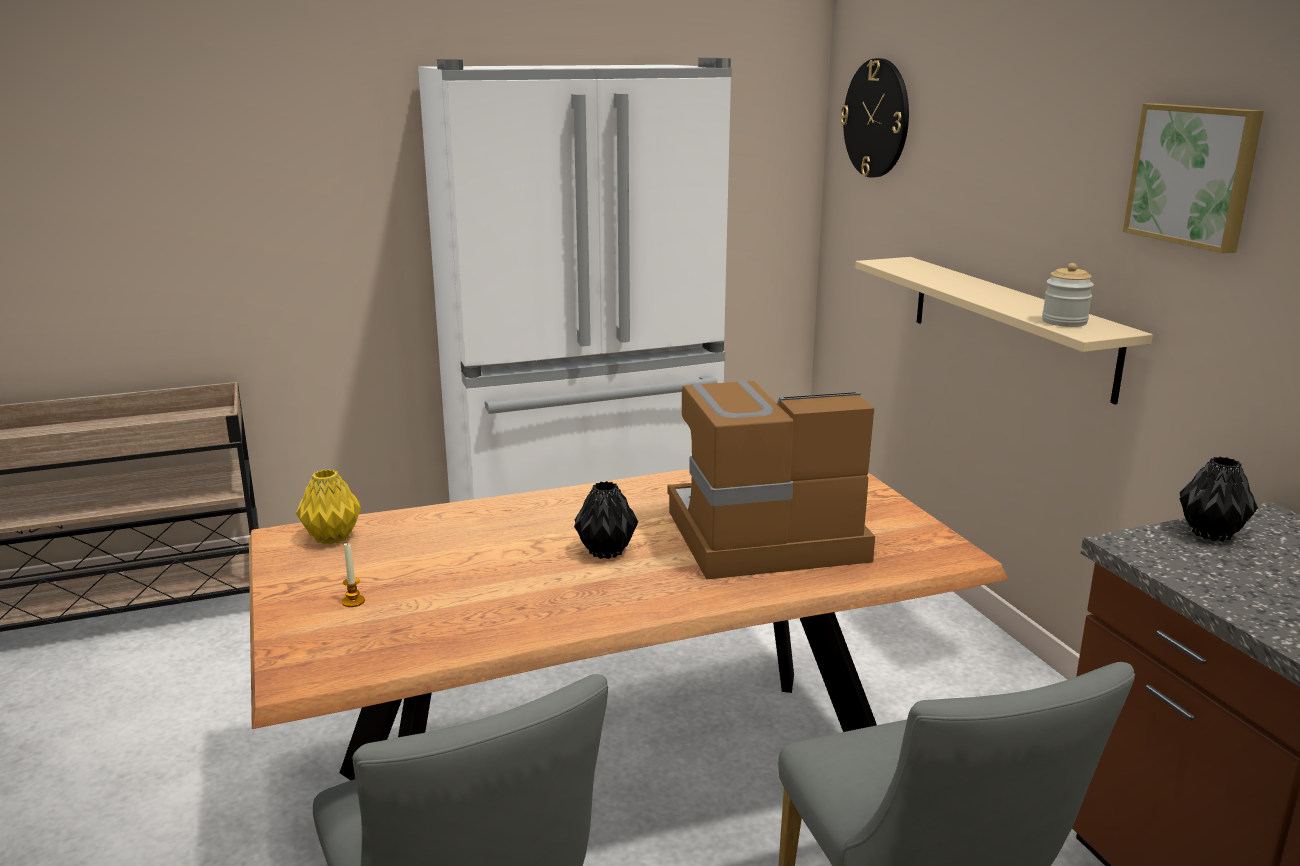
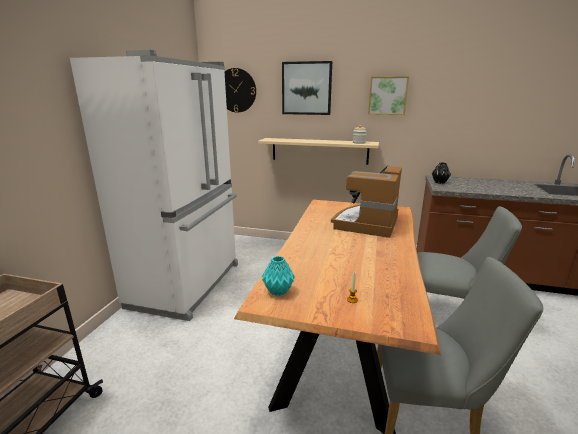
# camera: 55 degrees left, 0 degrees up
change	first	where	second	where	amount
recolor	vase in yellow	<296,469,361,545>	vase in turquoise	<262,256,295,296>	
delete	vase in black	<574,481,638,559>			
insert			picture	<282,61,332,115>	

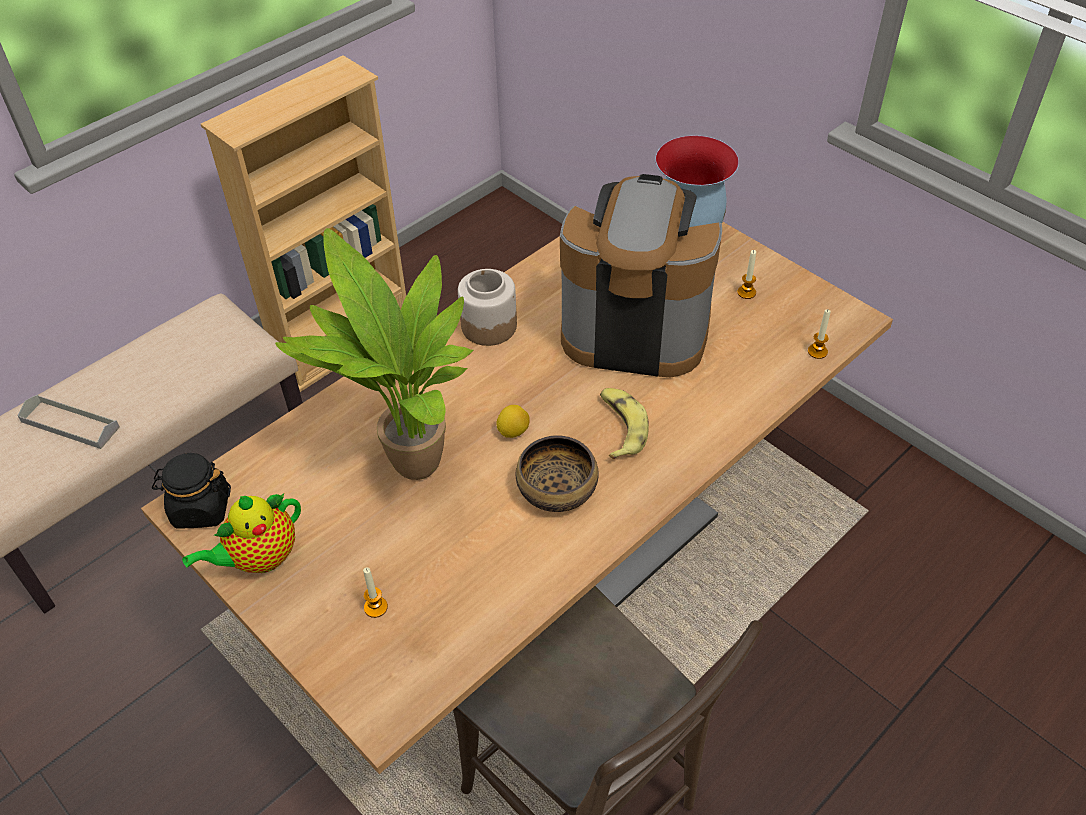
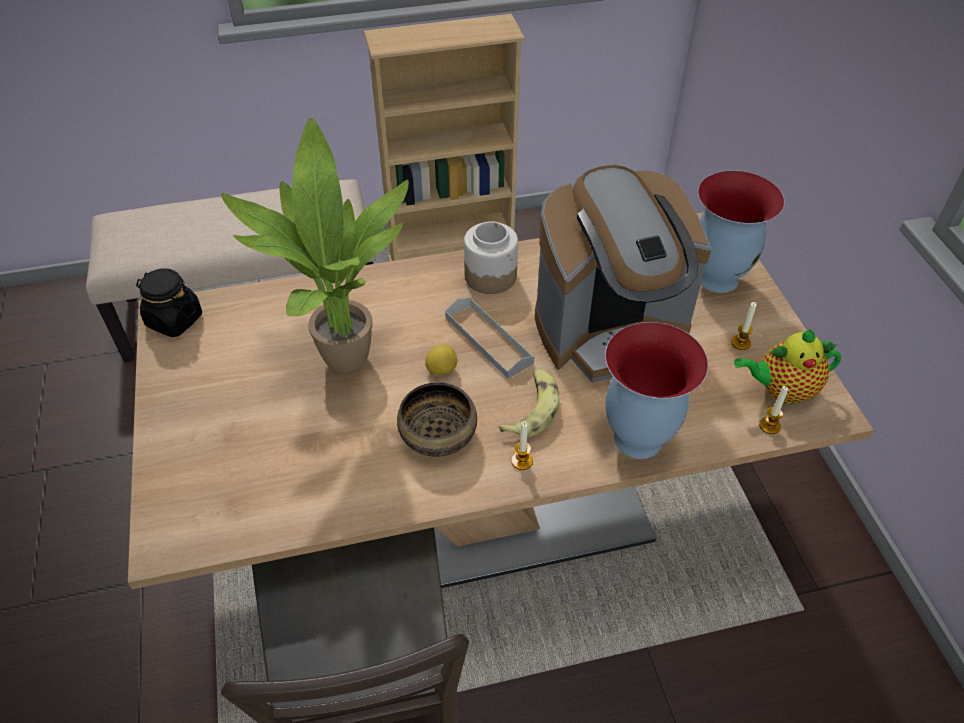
# camera: 30 degrees right, 0 degrees up
change	first	where	second	where	amount
move	tray in grey	<18,395,120,449>		<445,297,534,379>	
move	teapot	<182,493,301,573>		<734,329,841,404>	
move	candle	<363,567,388,618>		<511,421,533,470>	
rotate	coffee machine	<560,174,722,377>		<535,165,712,382>	120 degrees clockwise
insert			vase	<605,322,708,459>	

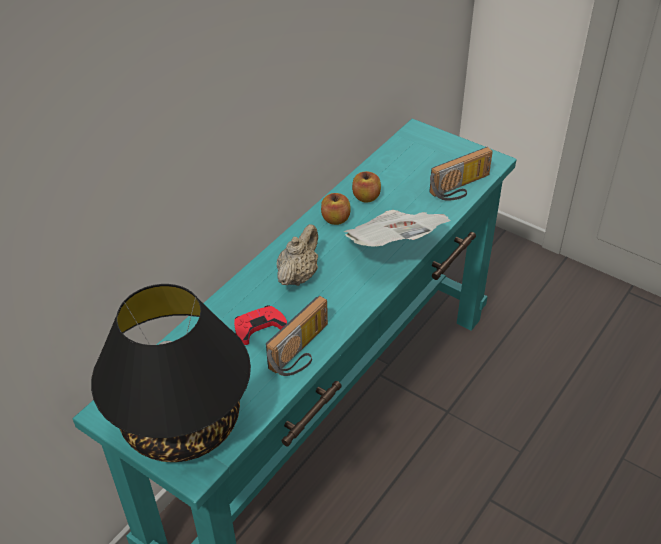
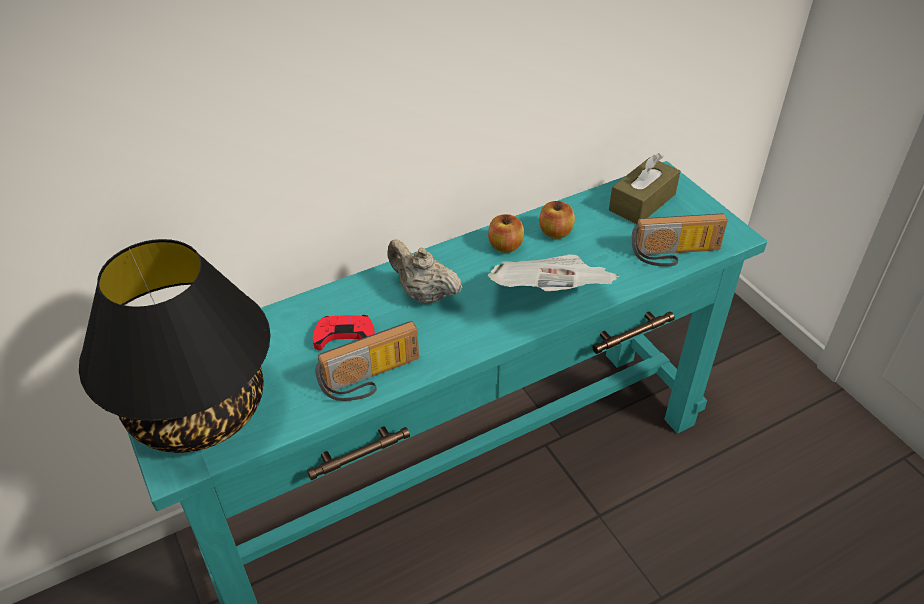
# camera: 25 degrees right, 0 degrees up
change	first	where	second	where	amount
rotate	teapot in beige	<277,224,318,286>		<387,239,462,305>	105 degrees counterclockwise
insert			tissue box in brown	<609,153,680,224>	

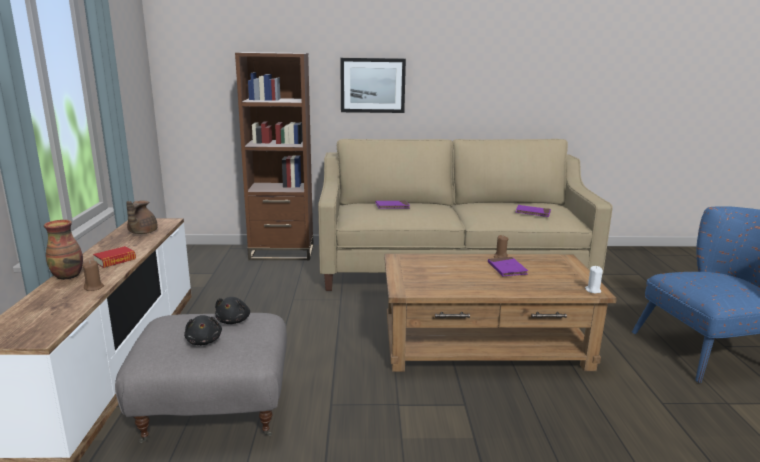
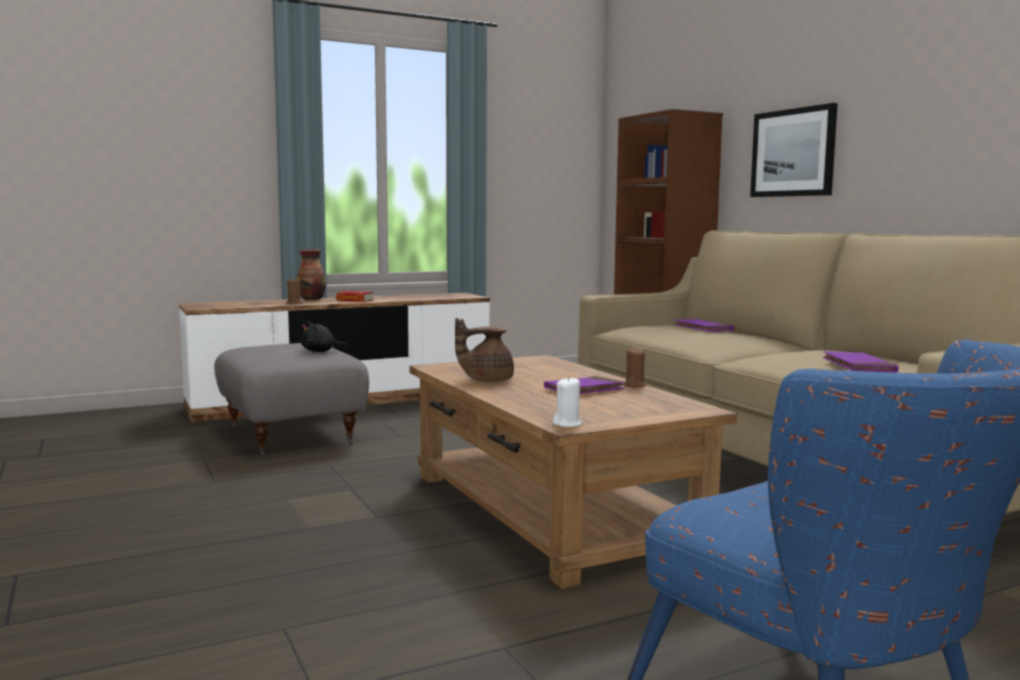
# camera: 65 degrees right, 10 degrees down
change	first	where	second	where	amount
move	teapot in brown	<126,201,158,234>		<455,318,514,382>	
delete	plush toy in black	<184,315,222,345>			

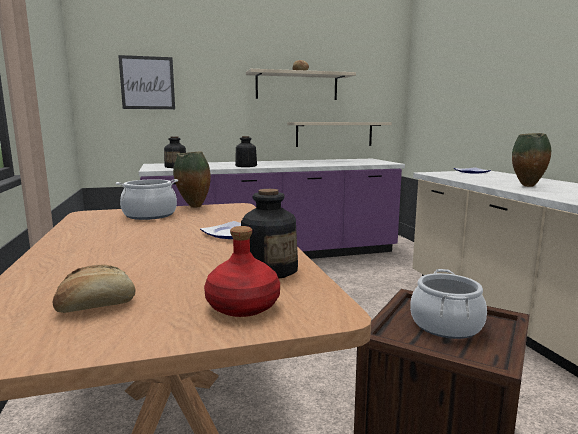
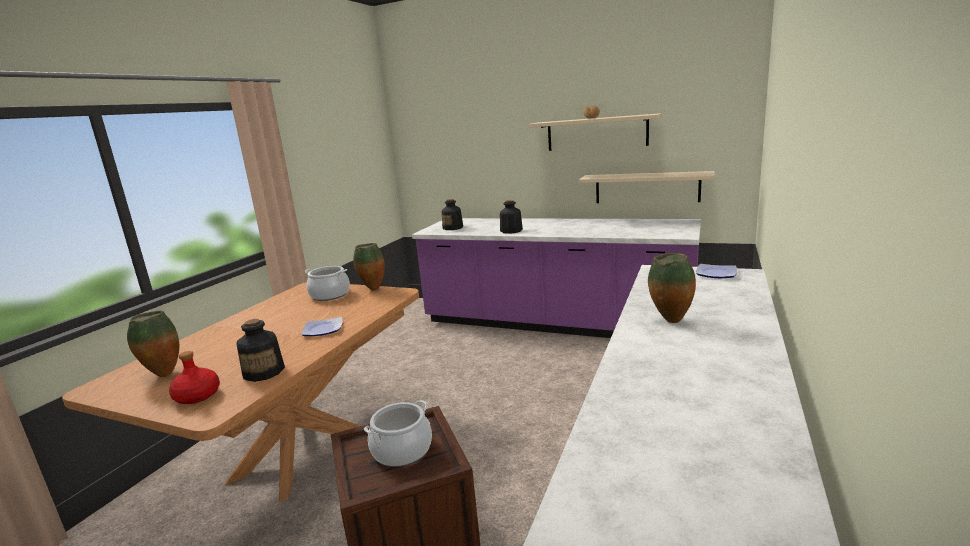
# camera: 40 degrees right, 5 degrees up
change	first	where	second	where	amount
replace	bread	<53,265,135,313>	vase	<127,310,179,377>	
delete	picture	<118,55,175,109>			

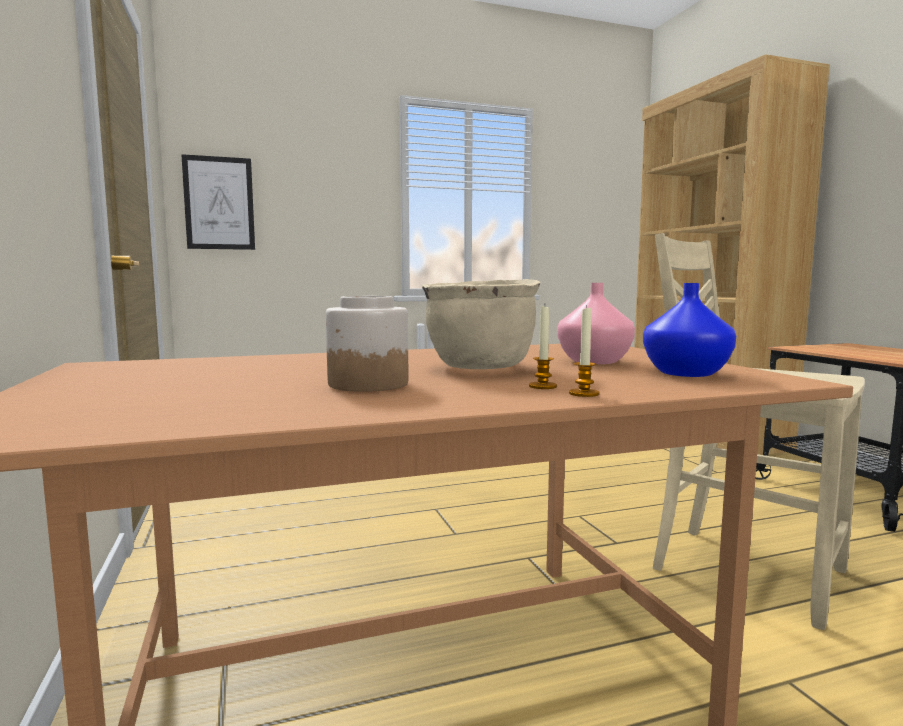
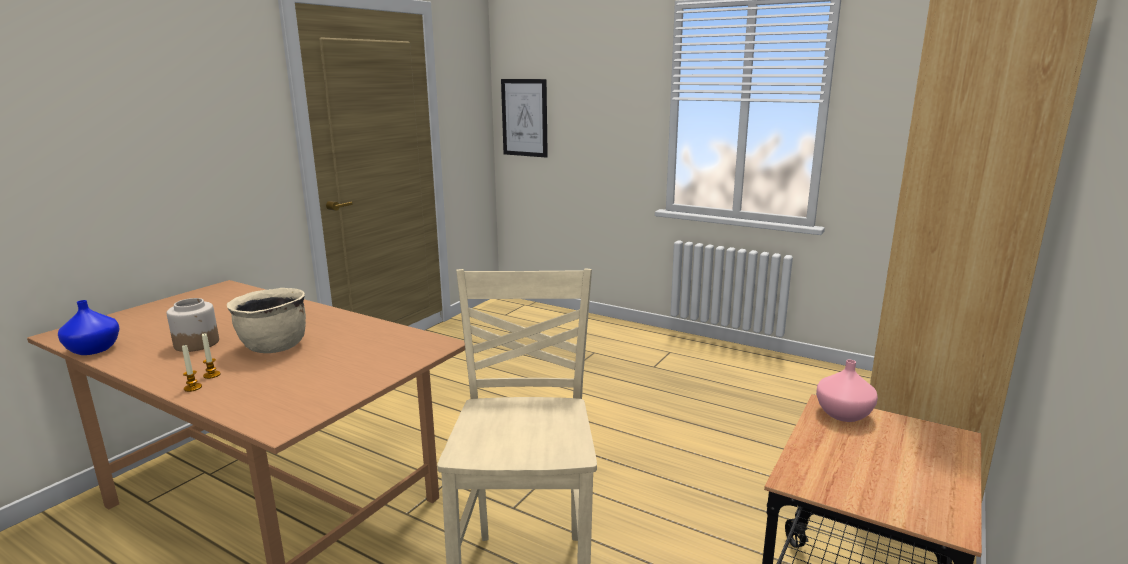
# camera: 50 degrees right, 10 degrees up
change	first	where	second	where	amount
move	vase in pink	<557,283,635,364>		<816,359,878,422>	
move	vase in blue	<643,283,736,377>		<58,300,120,355>	

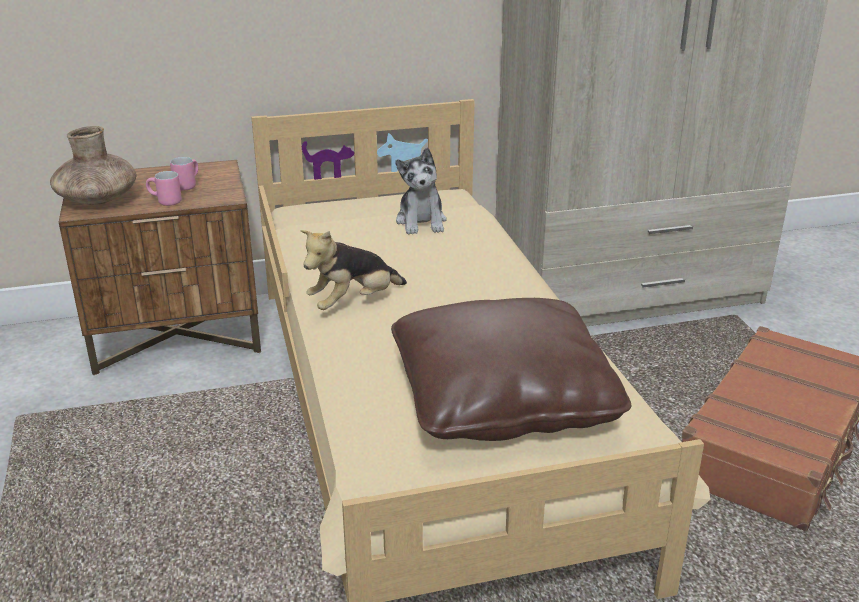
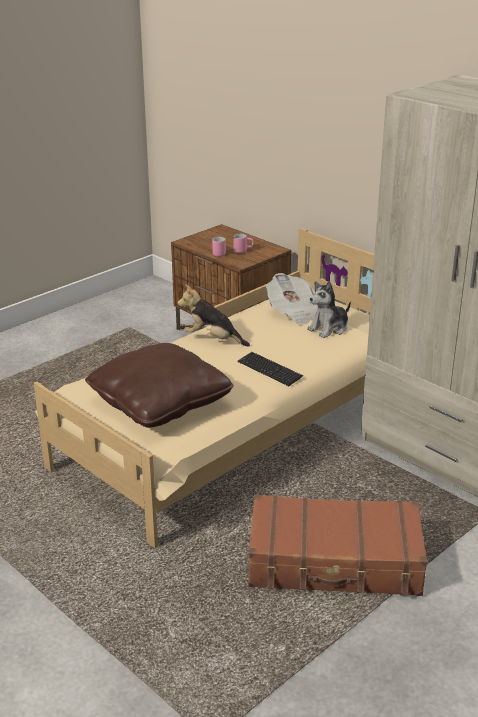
# camera: 60 degrees right, 0 degrees up
change	first	where	second	where	amount
delete	vase in brown	<50,126,136,205>			
insert			keyboard	<238,352,303,386>	
insert			newspaper	<266,273,319,326>	

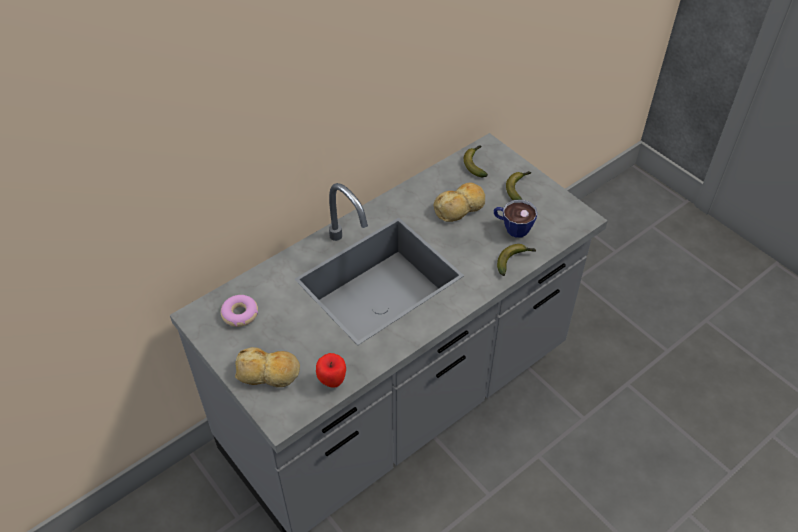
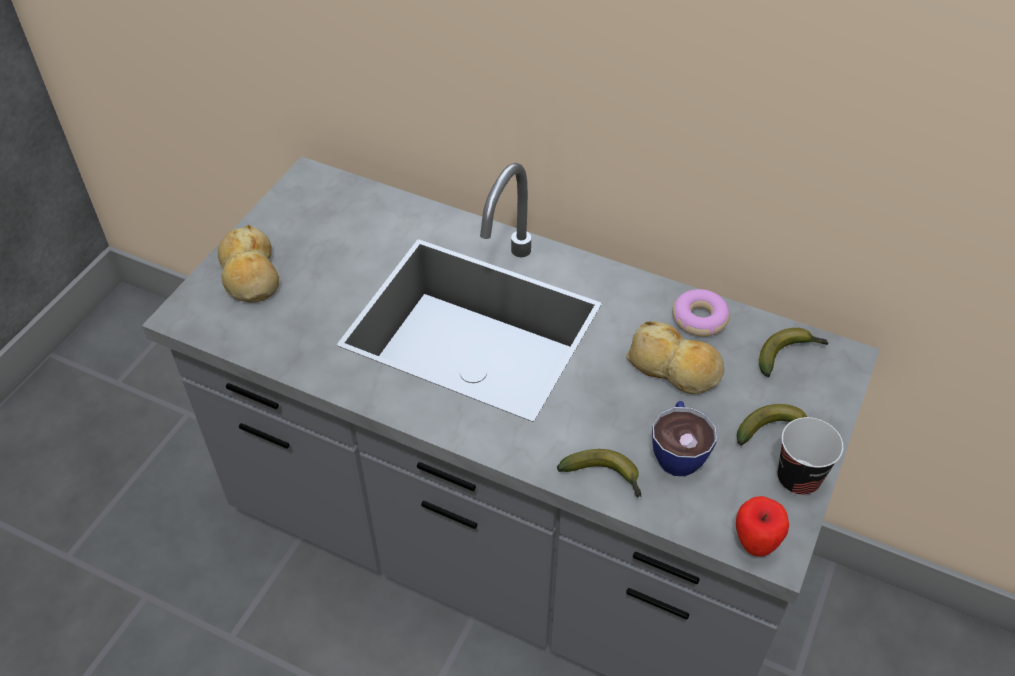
# camera: 65 degrees right, 0 degrees up
change	first	where	second	where	amount
move	donut	<221,295,258,327>		<672,289,730,337>	
move	apple	<316,353,346,388>		<736,496,789,556>	
insert			cup	<778,417,843,496>	

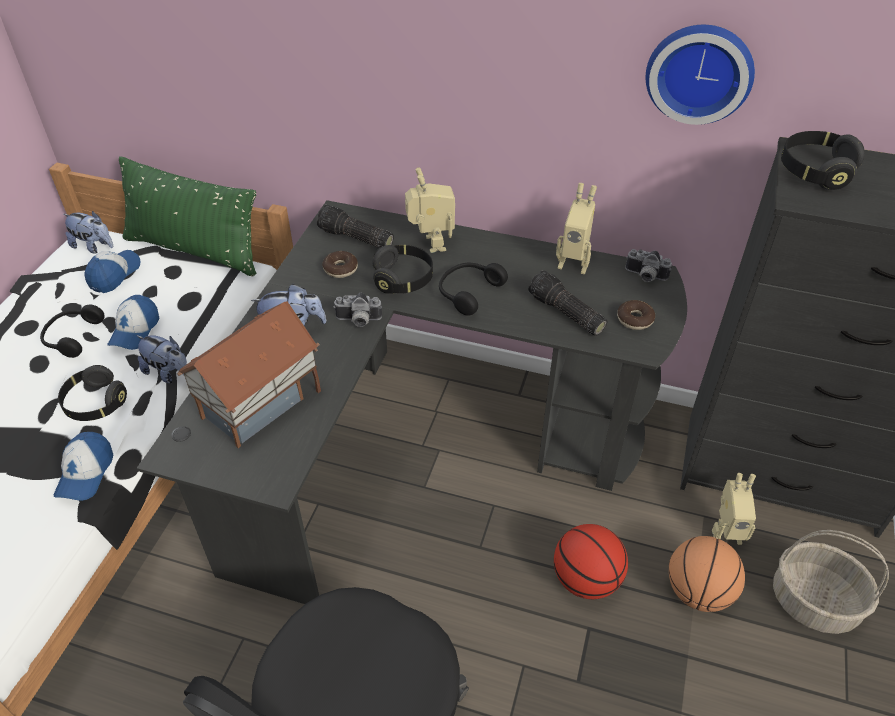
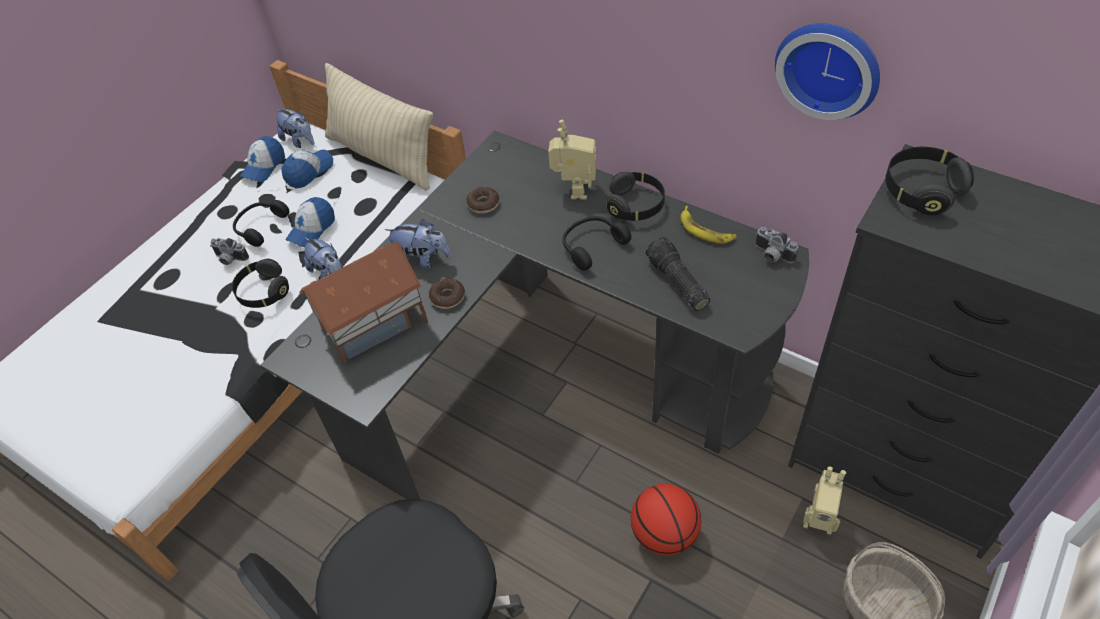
# camera: 20 degrees right, 5 degrees up
change	first	where	second	where	amount
move	cap	<54,432,113,501>		<240,136,285,182>	
recolor	pillow in green	<119,156,256,277>	pillow in beige	<325,63,433,190>	
delete	flashlight	<317,205,394,248>			
move	photo camera	<333,293,382,327>		<210,238,249,265>	
move	headphones in black	<372,245,433,294>		<607,172,665,221>	
replace	toy robot	<556,183,597,274>	banana	<681,206,737,244>	
move	donut	<617,300,655,330>		<429,278,465,309>	
delete	basketball	<669,536,745,612>			

